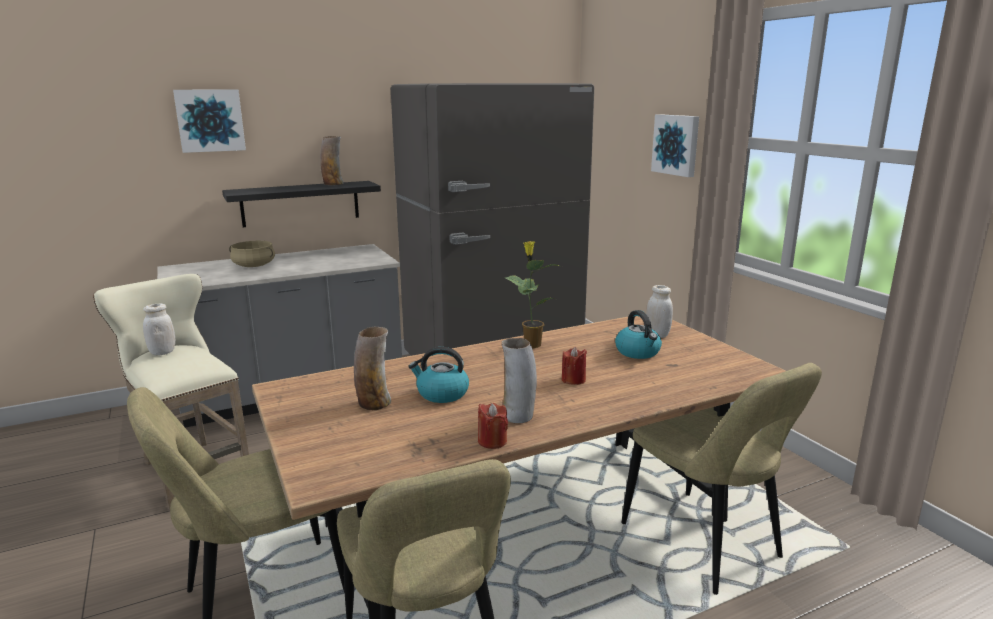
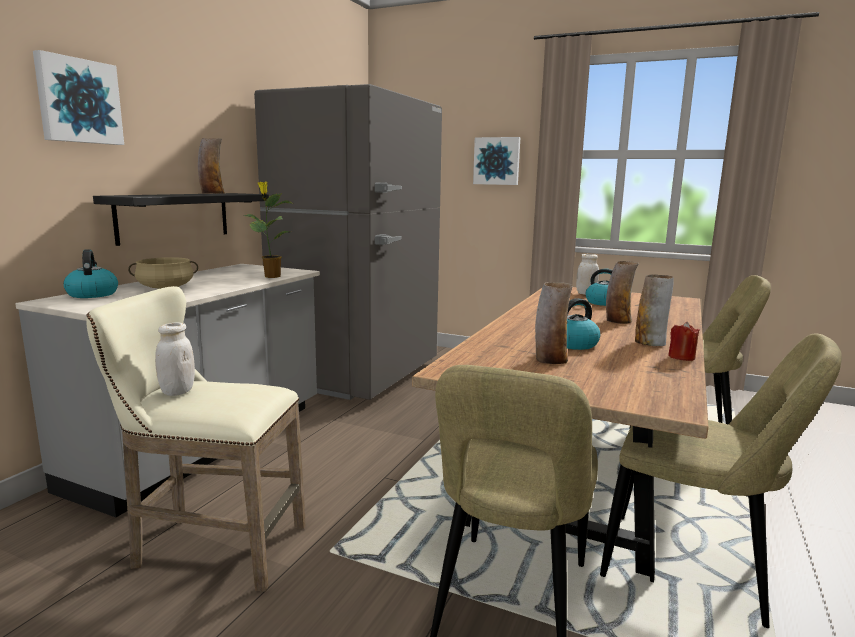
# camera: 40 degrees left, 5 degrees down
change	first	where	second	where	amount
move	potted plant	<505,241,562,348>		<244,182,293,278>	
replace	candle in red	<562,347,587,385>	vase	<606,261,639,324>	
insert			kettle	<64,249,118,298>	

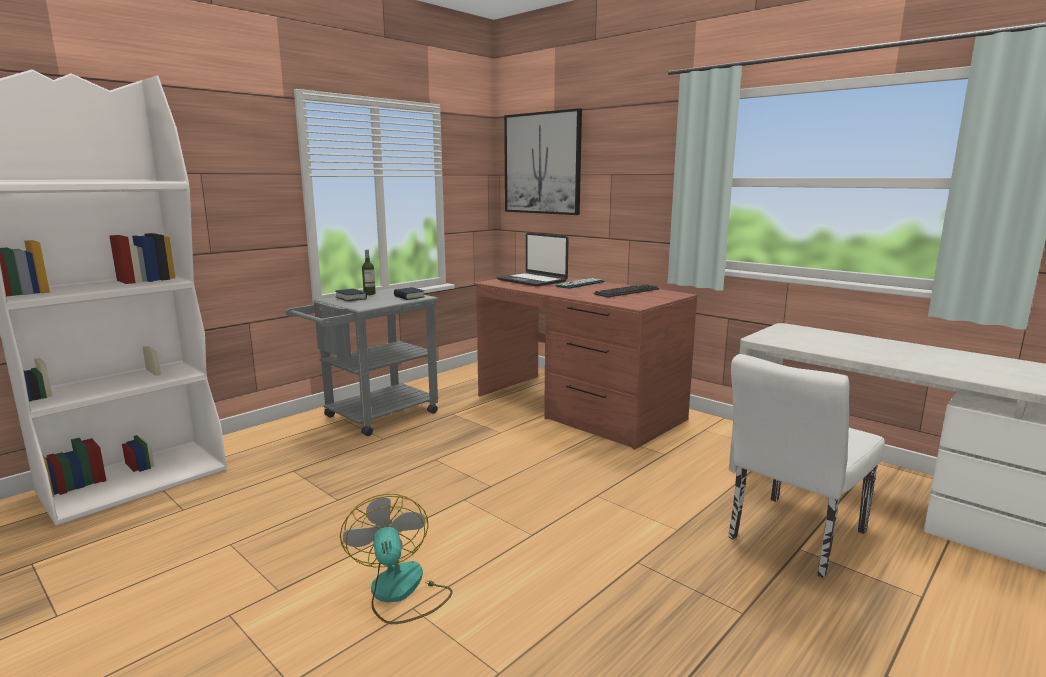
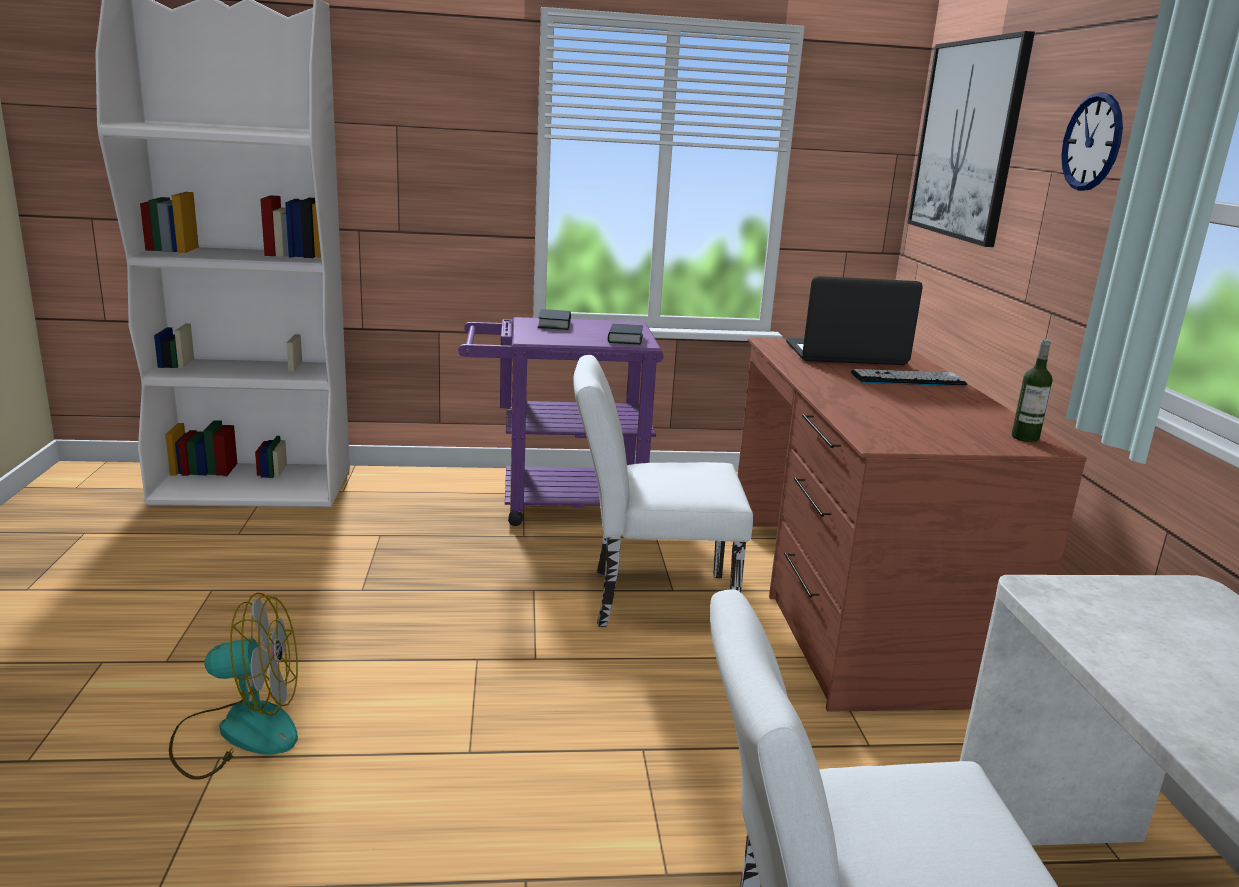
# camera: 40 degrees right, 5 degrees up
change	first	where	second	where	amount
recolor	cart in grey	<286,288,439,436>	cart in purple	<458,317,663,526>	
rotate	fan	<340,494,453,624>		<169,592,298,780>	60 degrees clockwise
move	bottle	<362,250,376,295>		<1012,339,1052,442>	
rotate	laptop	<497,233,569,287>		<786,276,923,365>	90 degrees clockwise
delete	keyboard	<594,284,659,297>			
insert			chair in white	<573,355,753,627>	
insert			wall clock	<1061,92,1123,191>	

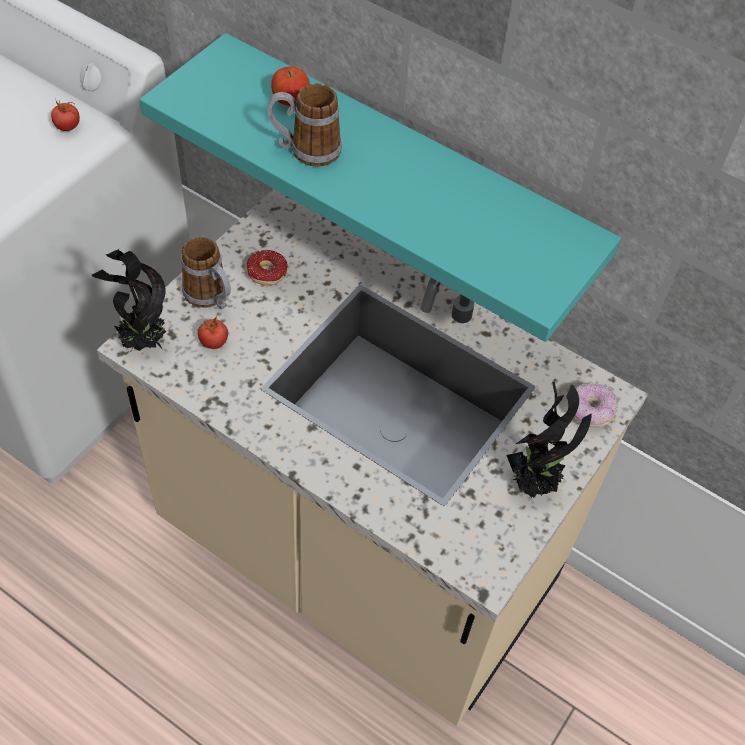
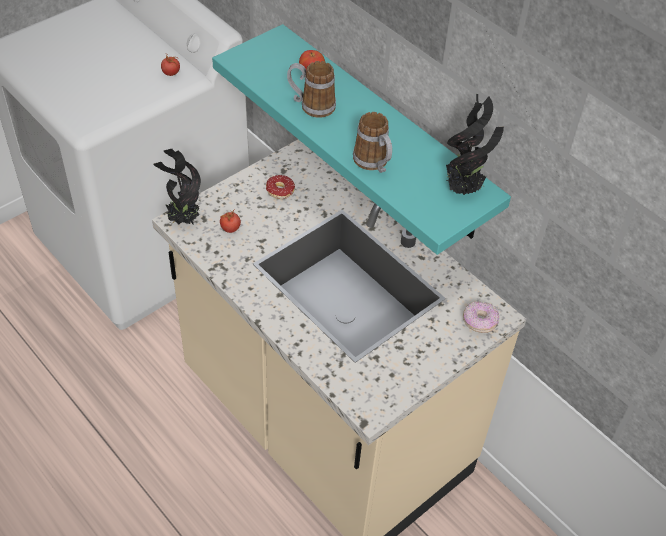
# camera: 15 degrees right, 5 degrees down
change	first	where	second	where	amount
move	mug	<181,236,231,309>		<353,112,392,173>	
move	potted plant	<506,382,592,498>		<445,94,504,195>	

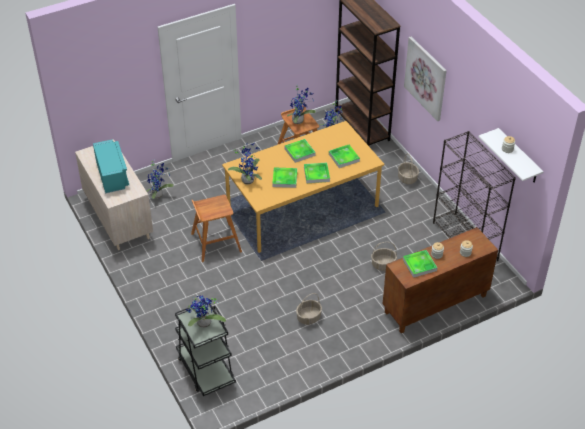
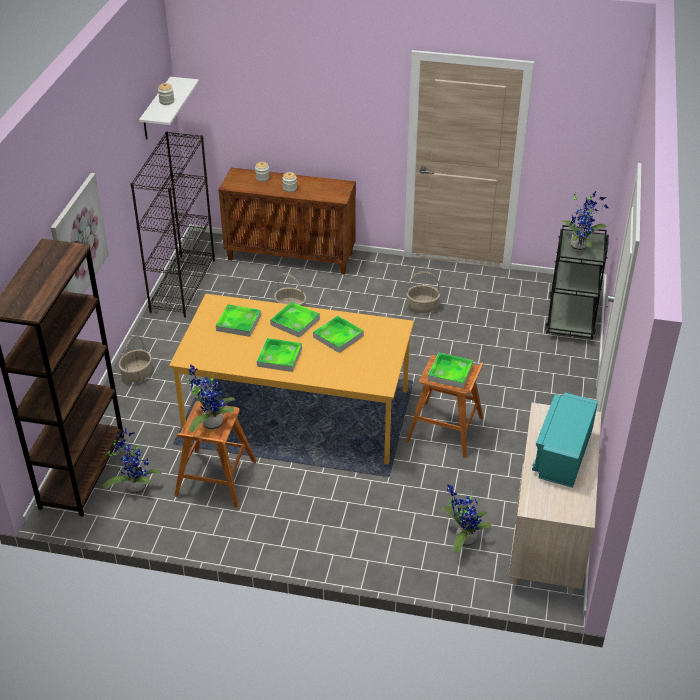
# camera: 140 degrees left, 5 degrees down
change	first	where	second	where	amount
delete	potted plant	<228,143,262,185>			
move	tray	<403,250,437,278>		<428,352,473,389>	

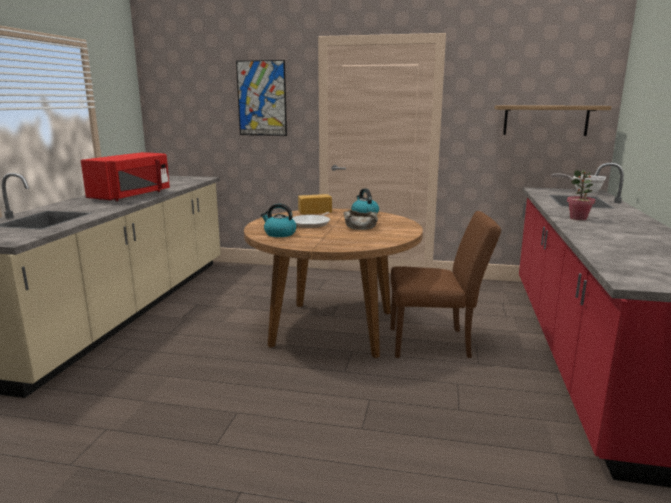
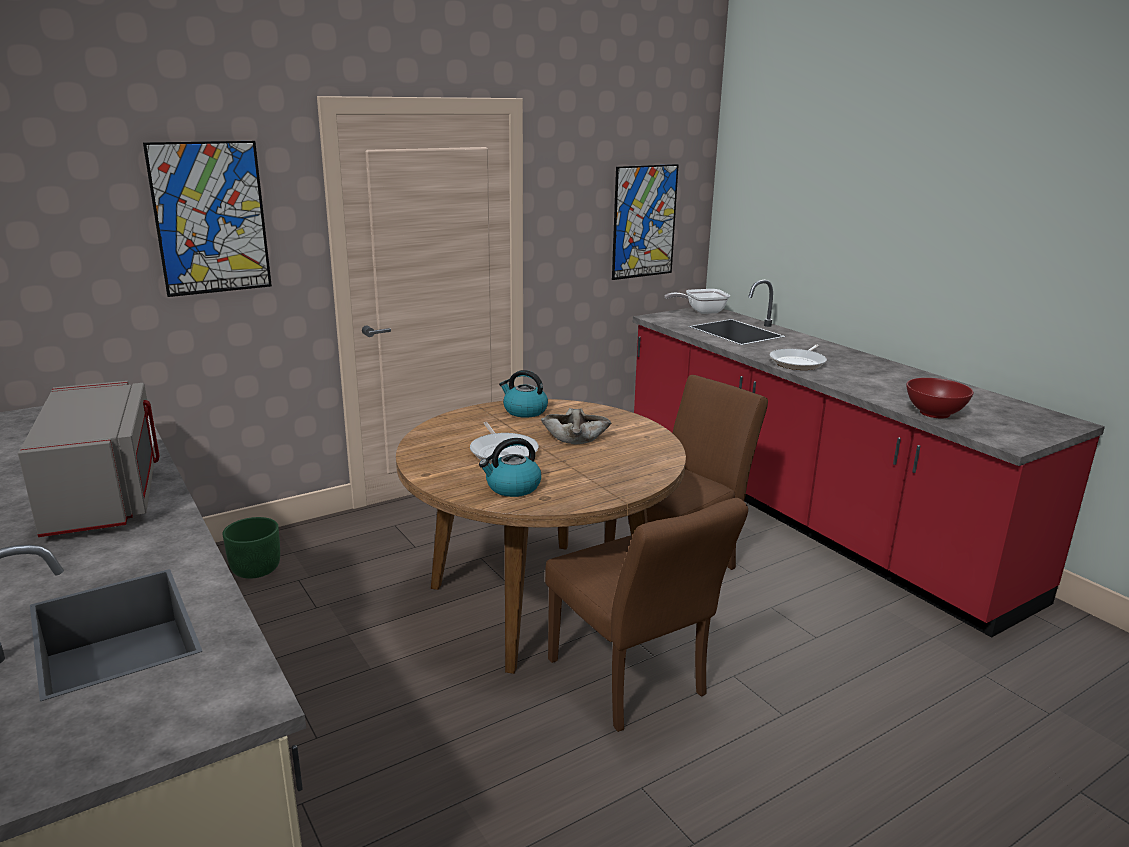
# camera: 45 degrees left, 5 degrees up
change	first	where	second	where	amount
recolor	microwave in red	<81,152,170,201>	microwave in grey	<18,381,159,537>	
delete	bread	<298,194,332,214>			
replace	shelf	<494,105,612,136>	picture	<612,164,679,280>	
replace	potted plant	<567,170,595,220>	frying pan	<770,344,827,370>	
insert			planter in green	<222,517,280,579>	
insert			chair in brown	<545,498,748,732>	
insert			bowl in red	<906,378,974,418>	

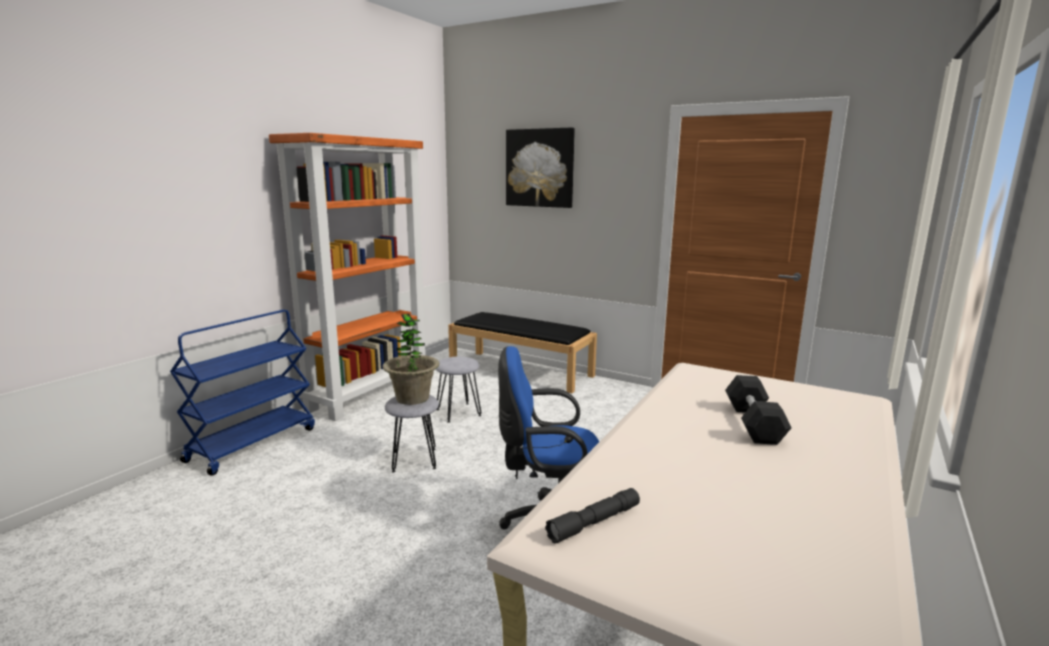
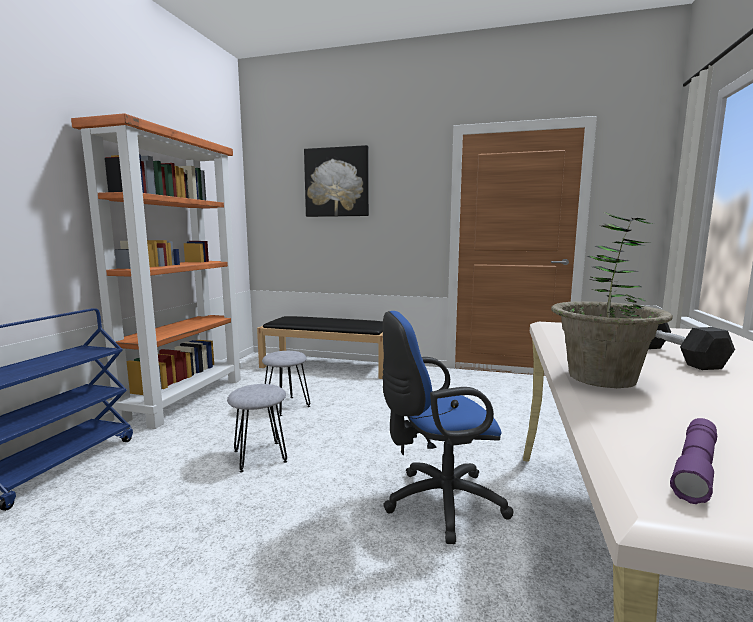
# camera: 15 degrees left, 5 degrees down
change	first	where	second	where	amount
move	potted plant	<382,314,439,405>		<551,212,673,388>	
recolor	flashlight in grey	<545,488,640,543>	flashlight in purple	<670,418,717,504>	

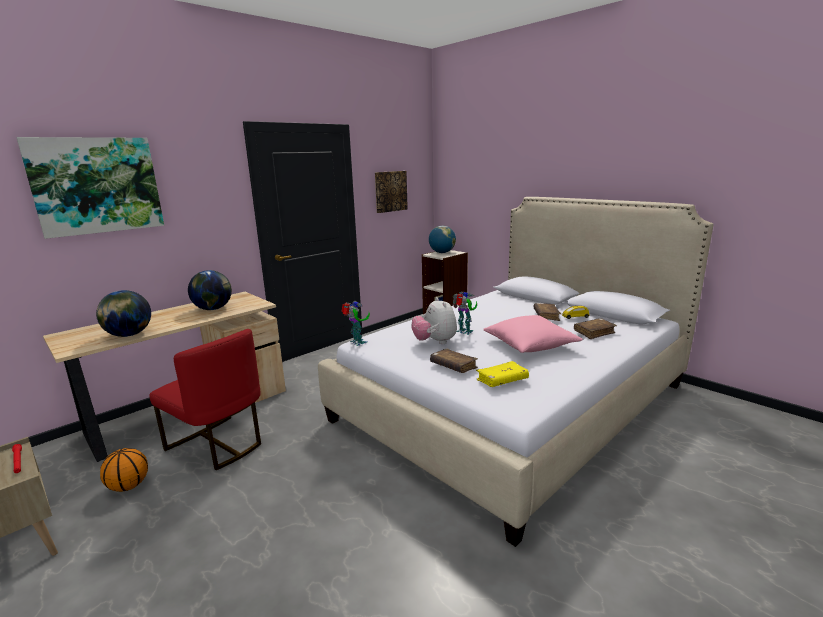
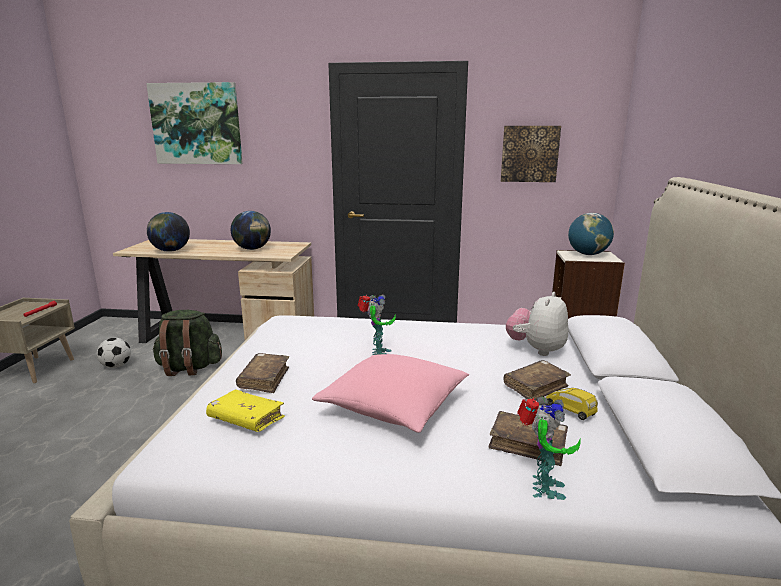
# camera: 50 degrees right, 0 degrees up
change	first	where	second	where	amount
replace	basketball	<100,448,148,492>	football	<97,338,131,368>	
replace	chair in red	<150,329,261,470>	backpack in green	<152,310,222,376>	
move	toy robot	<341,301,370,346>		<517,397,580,500>	
move	plush toy	<411,297,457,344>		<506,292,568,356>	

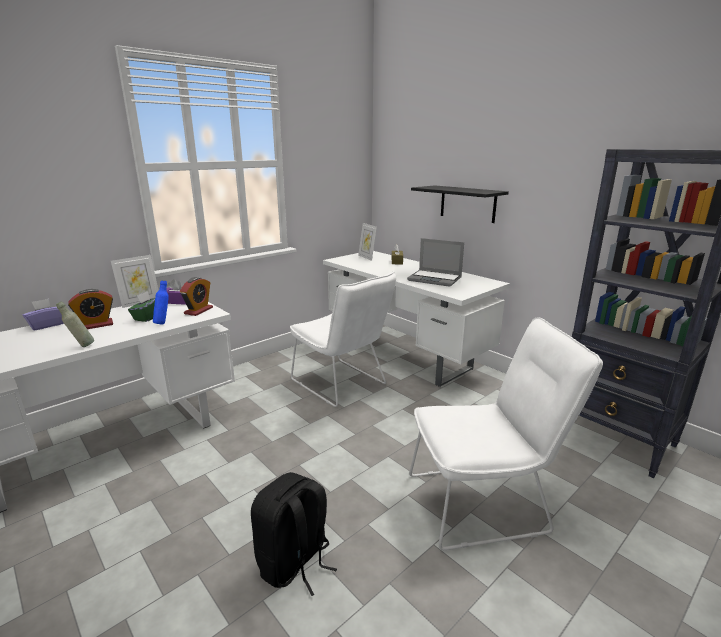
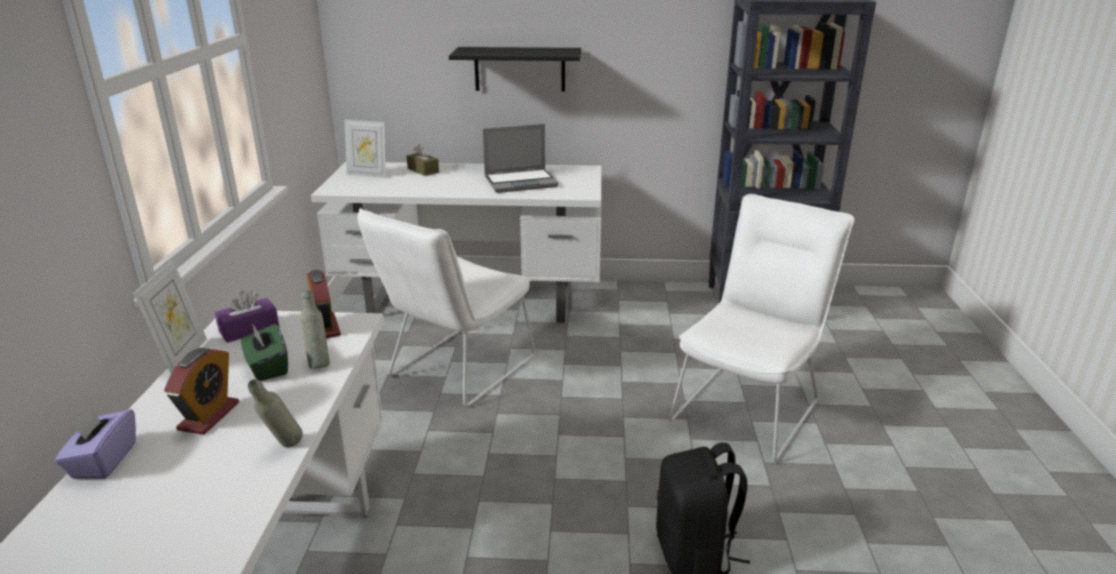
# camera: 45 degrees left, 5 degrees up
change	first	where	second	where	amount
recolor	bottle in blue	<153,280,169,325>	bottle in grey	<300,290,330,369>	
rotate	chair in white	<290,271,396,407>		<358,208,535,407>	120 degrees clockwise

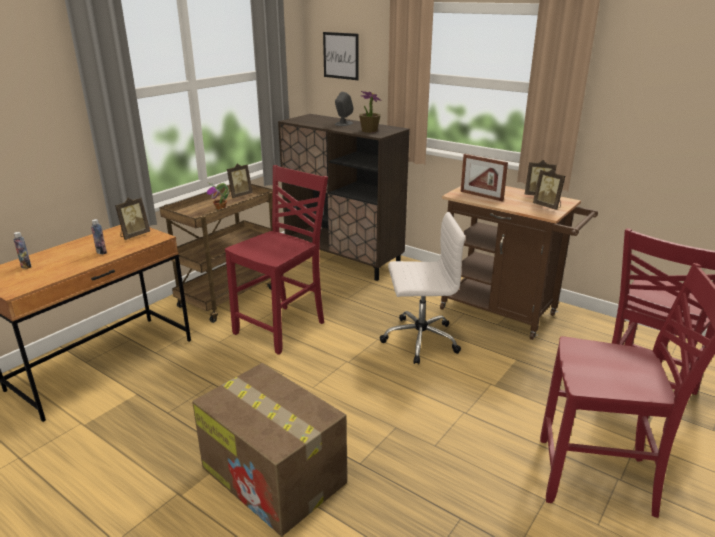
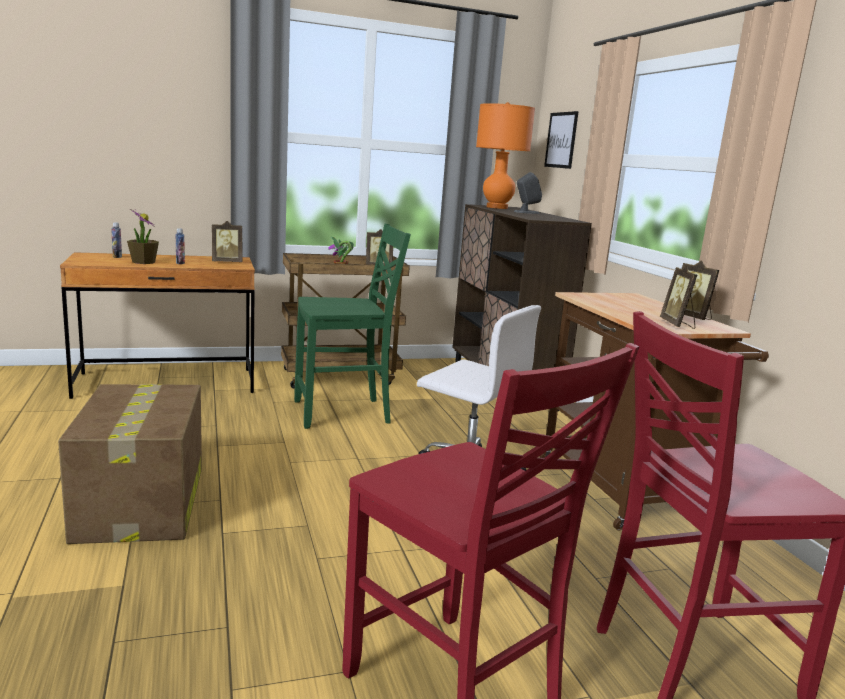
# camera: 35 degrees right, 10 degrees down
change	first	where	second	where	amount
recolor	chair in red	<225,165,328,355>	chair in green	<294,224,411,429>	
move	potted plant	<359,91,382,133>		<127,209,159,264>	
delete	picture frame	<461,154,508,202>			
insert			table lamp in orange	<476,102,535,209>	

